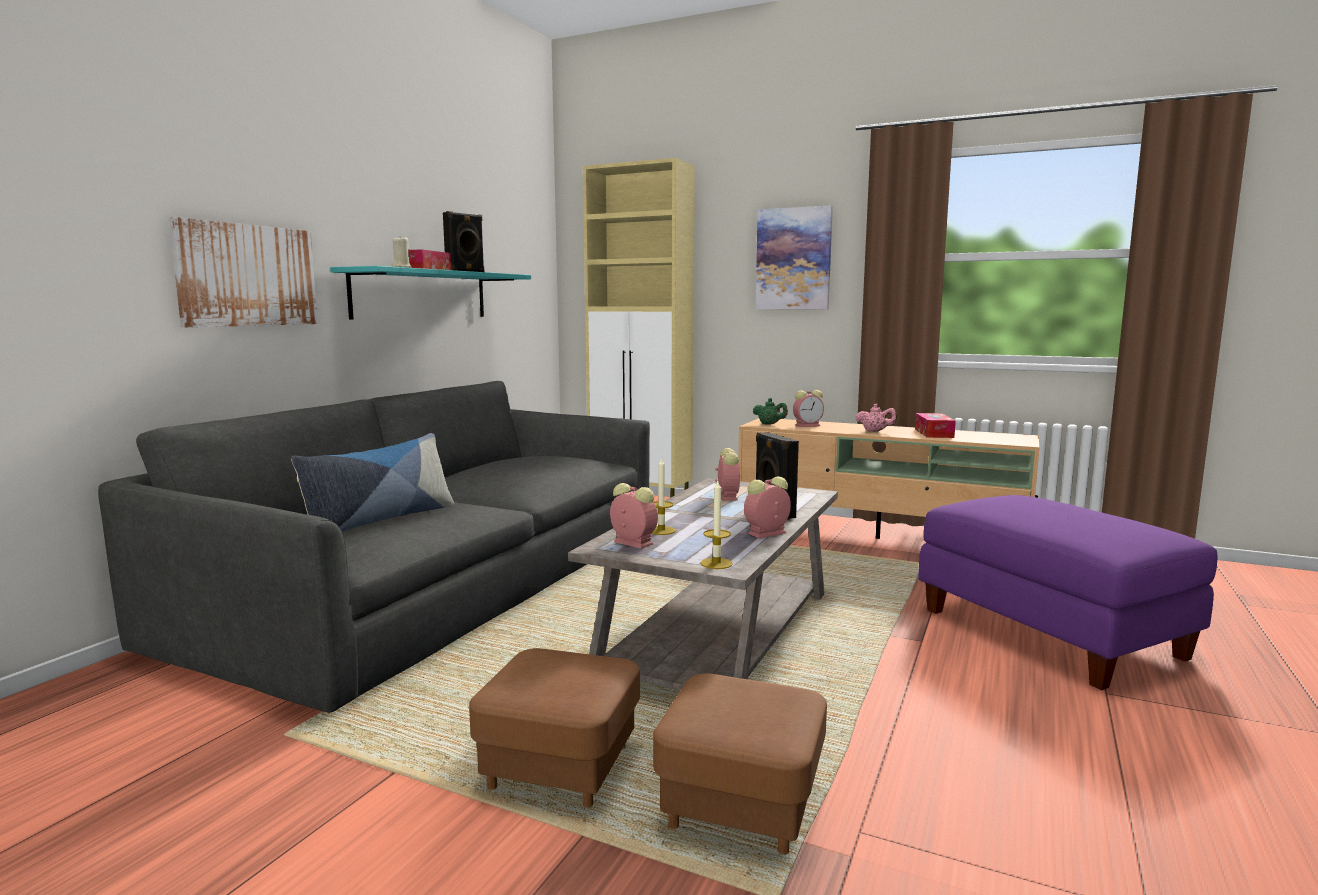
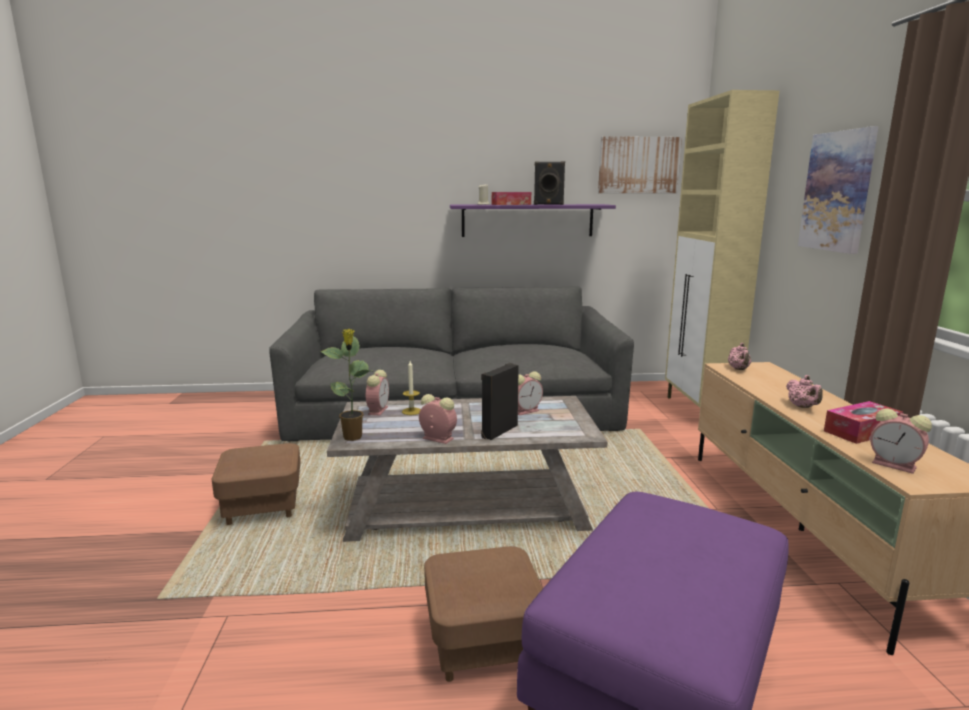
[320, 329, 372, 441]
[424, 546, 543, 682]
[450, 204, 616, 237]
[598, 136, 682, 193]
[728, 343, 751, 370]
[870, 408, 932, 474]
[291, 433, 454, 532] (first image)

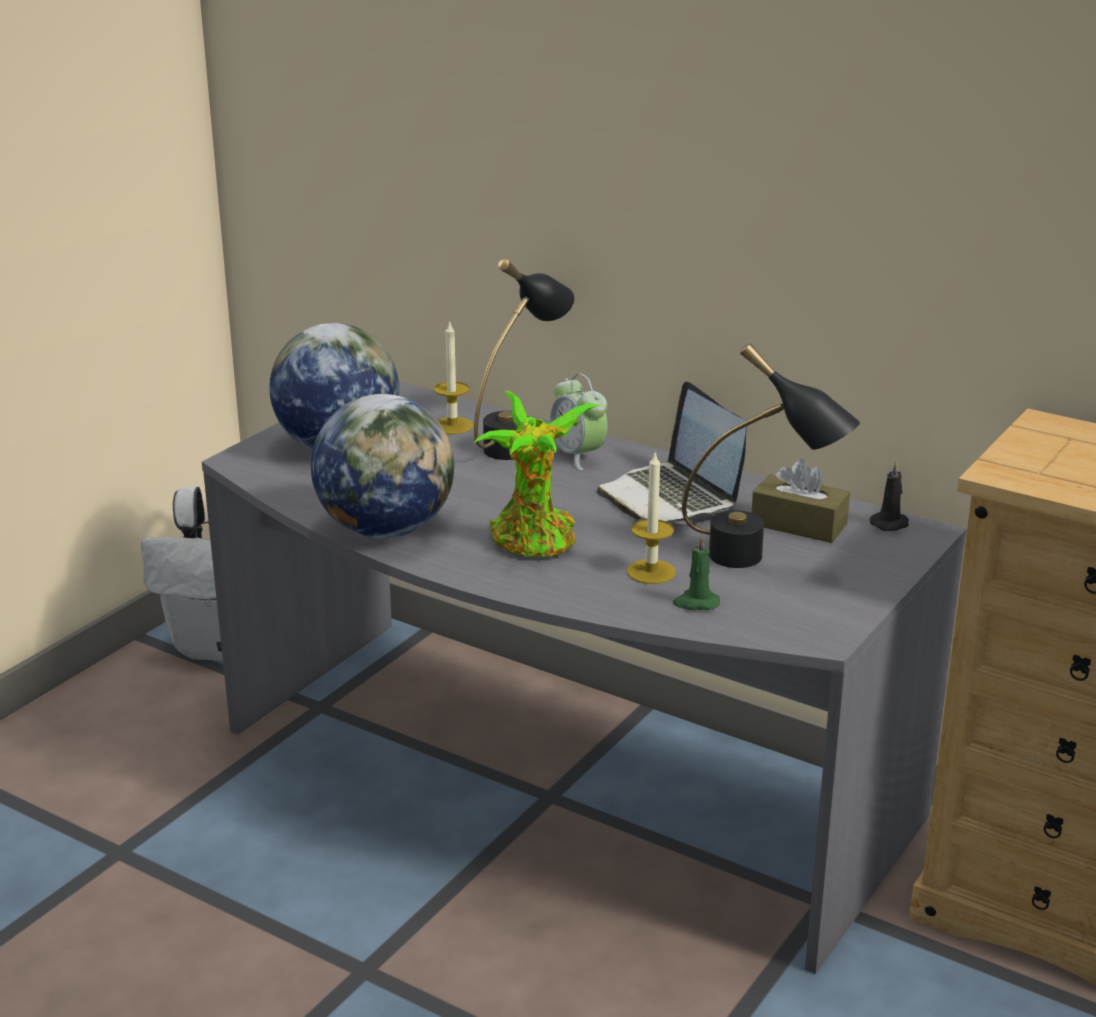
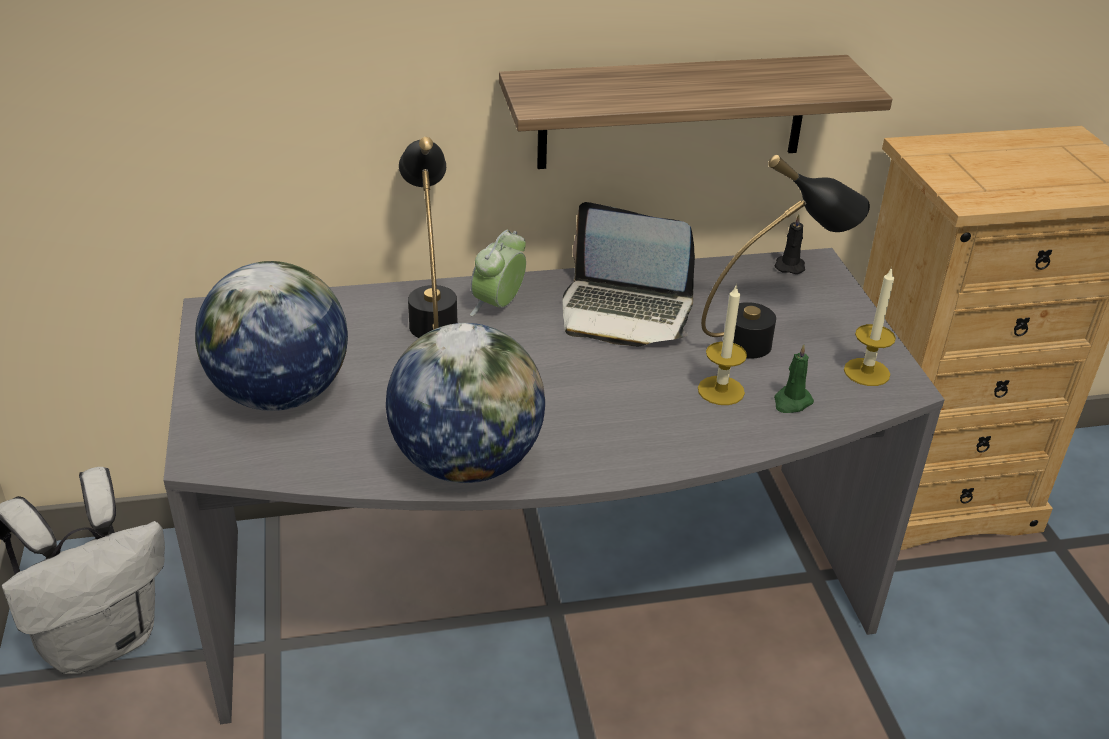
[470, 229, 526, 316]
[499, 55, 892, 169]
[844, 267, 896, 386]
[474, 391, 601, 557] (first image)
[752, 459, 850, 543] (first image)

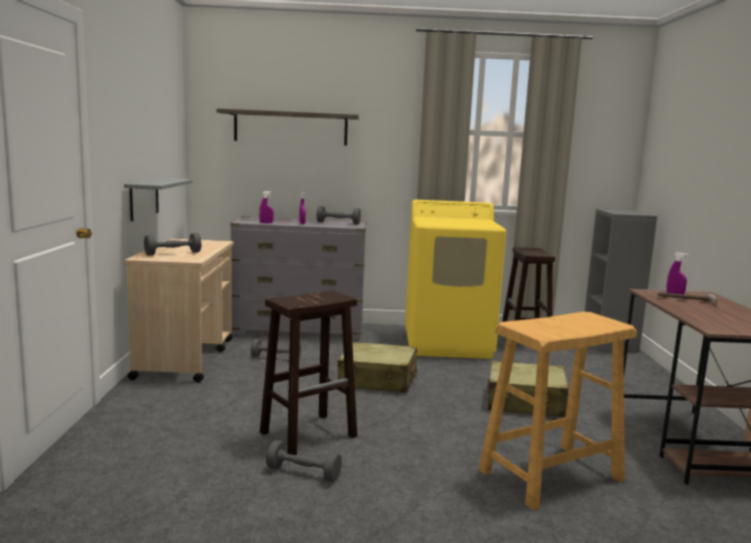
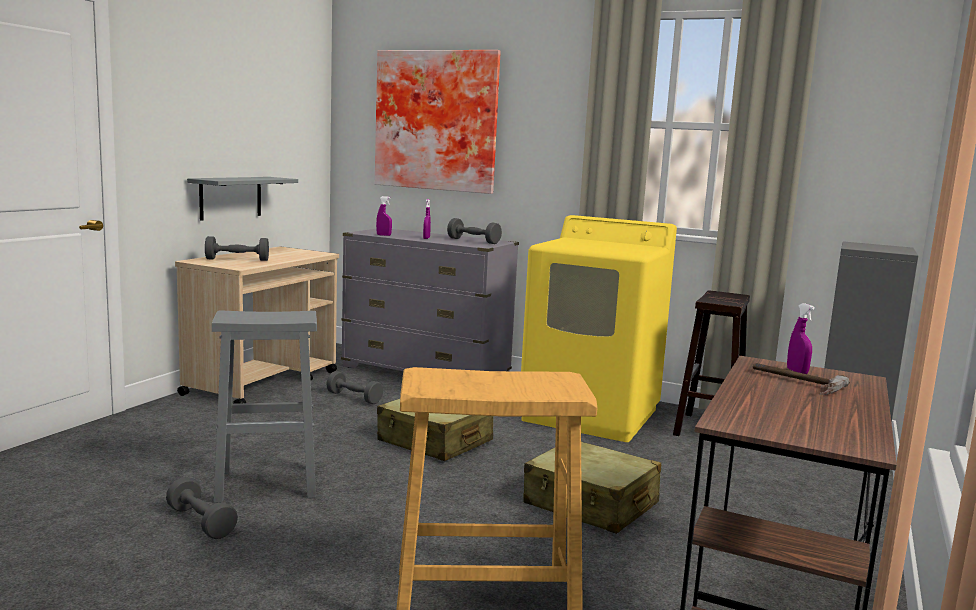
[212, 311, 317, 503]
[375, 50, 501, 194]

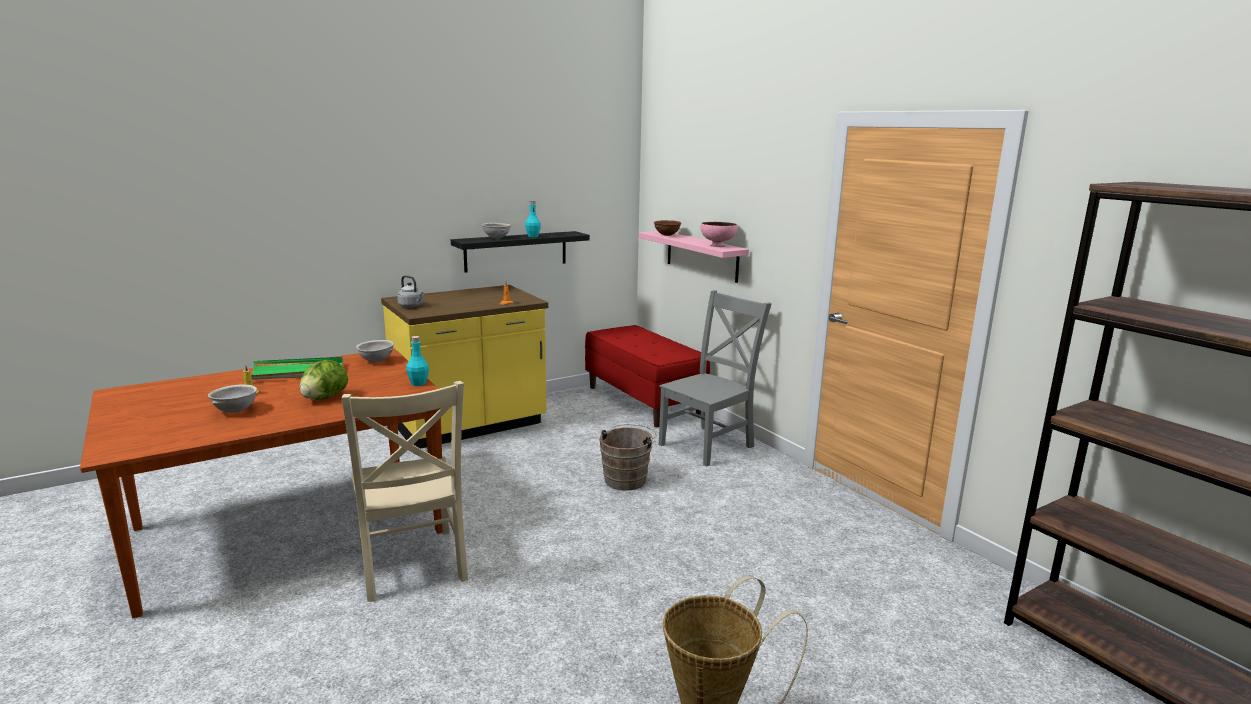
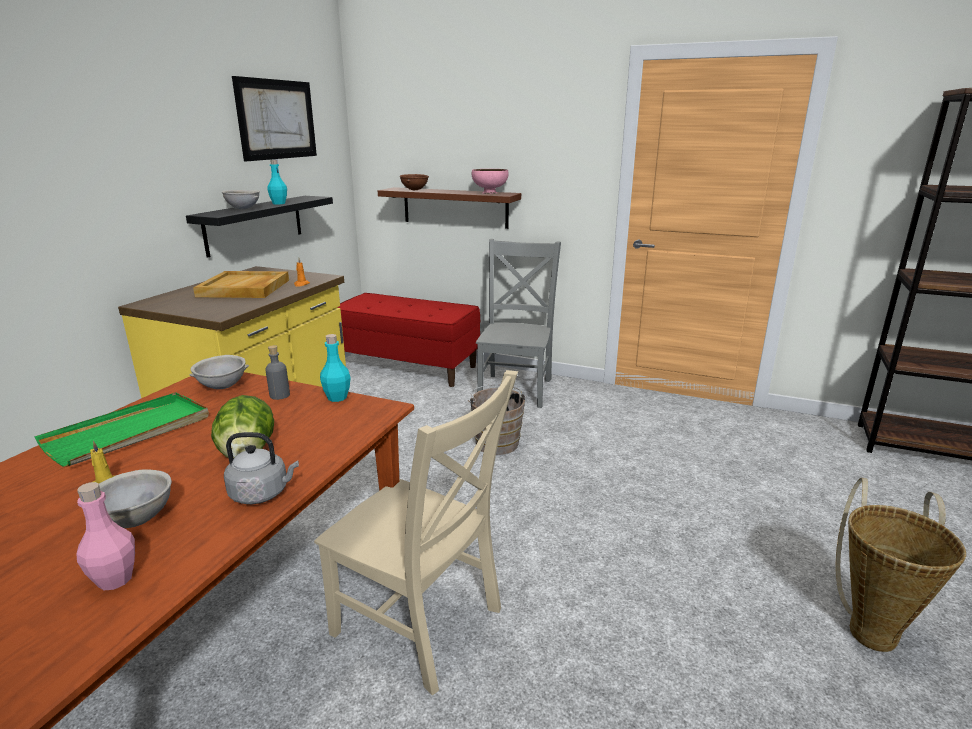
[76, 482, 135, 590]
[193, 271, 289, 298]
[224, 432, 299, 504]
[232, 76, 317, 162]
[265, 345, 290, 400]
[378, 187, 521, 229]

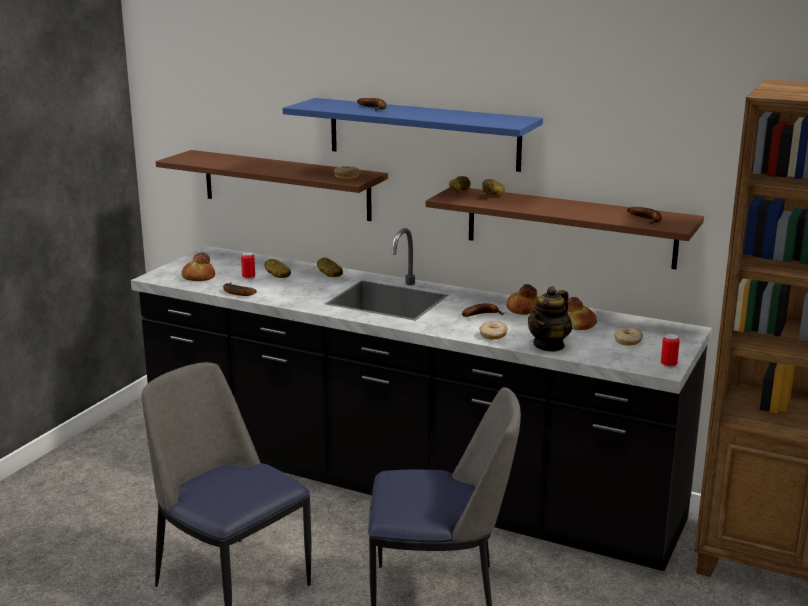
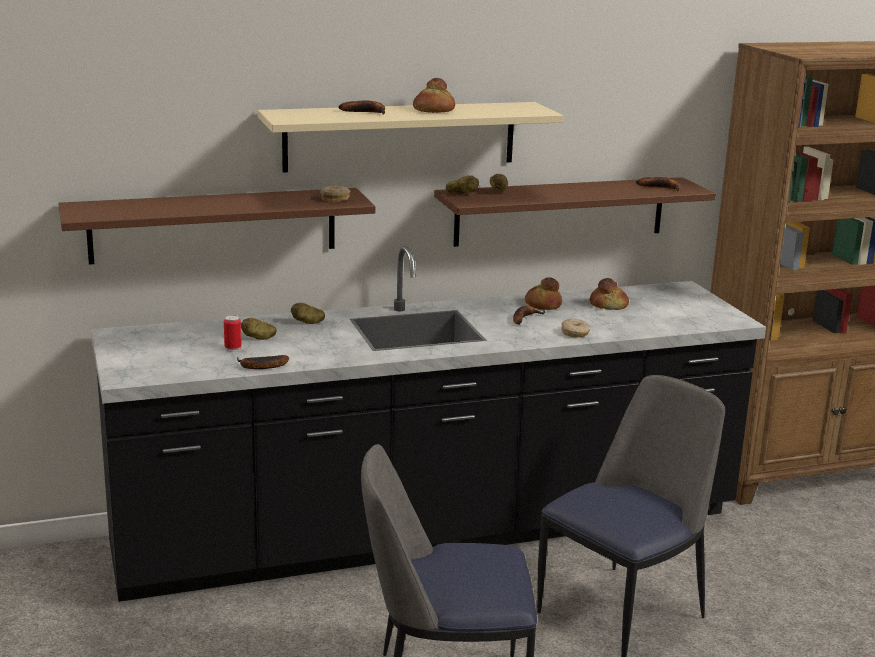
[258, 102, 563, 173]
[413, 78, 455, 113]
[528, 286, 572, 352] (first image)
[614, 327, 643, 346] (first image)
[661, 334, 680, 369] (first image)

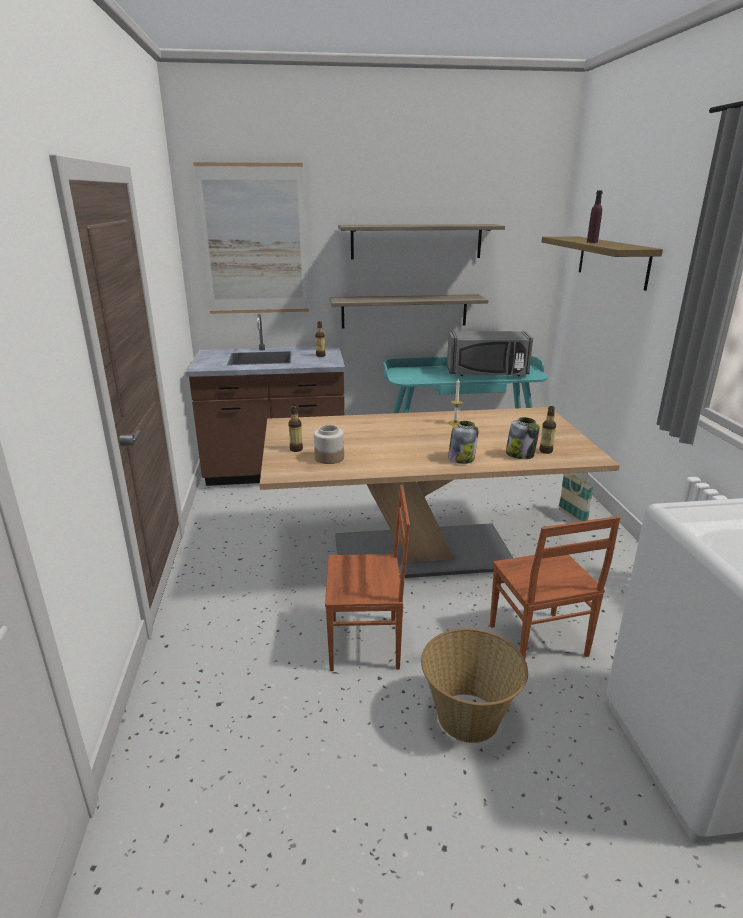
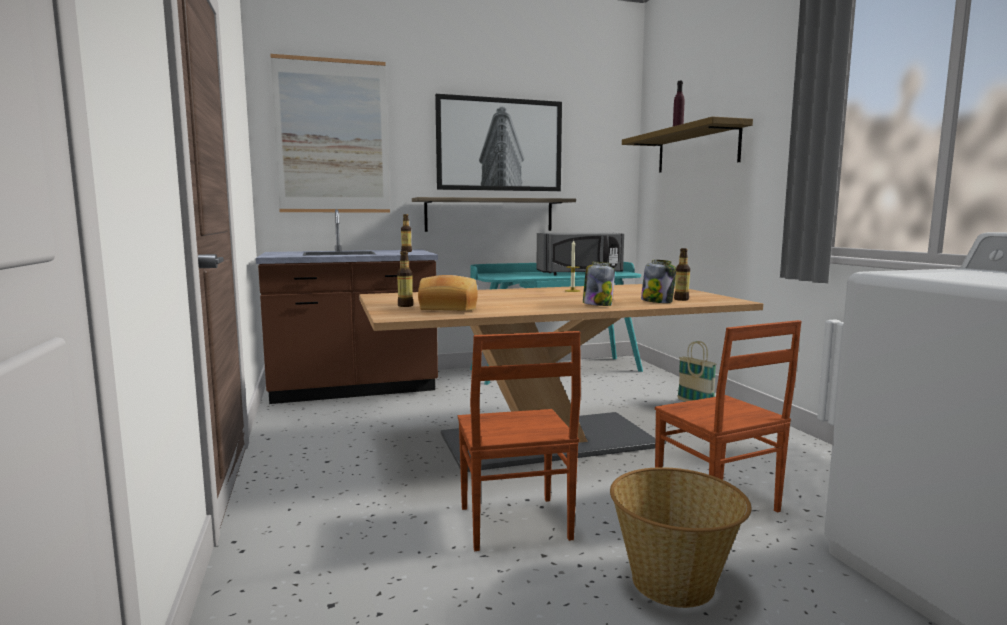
[418, 275, 478, 311]
[435, 94, 562, 191]
[458, 331, 581, 551]

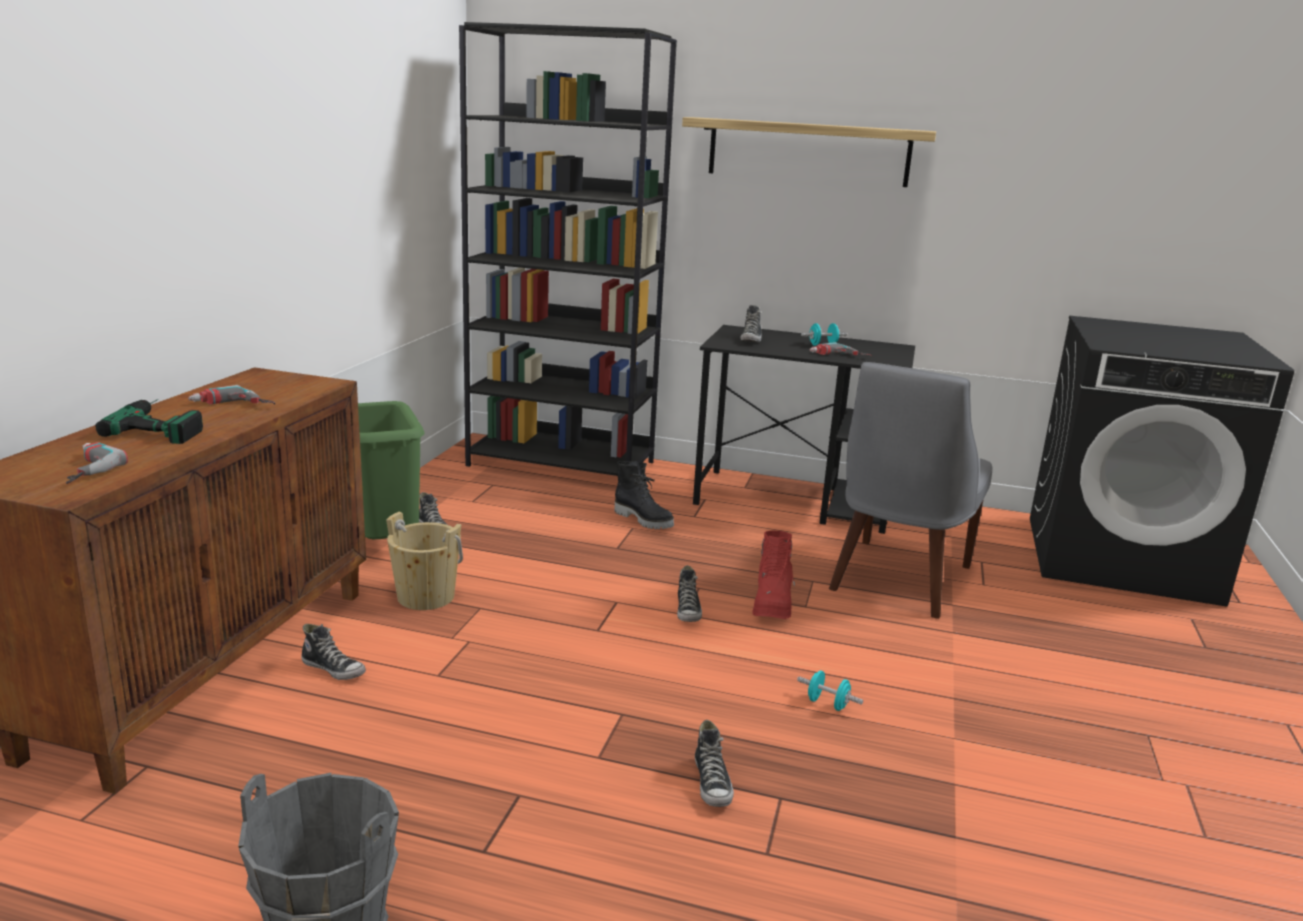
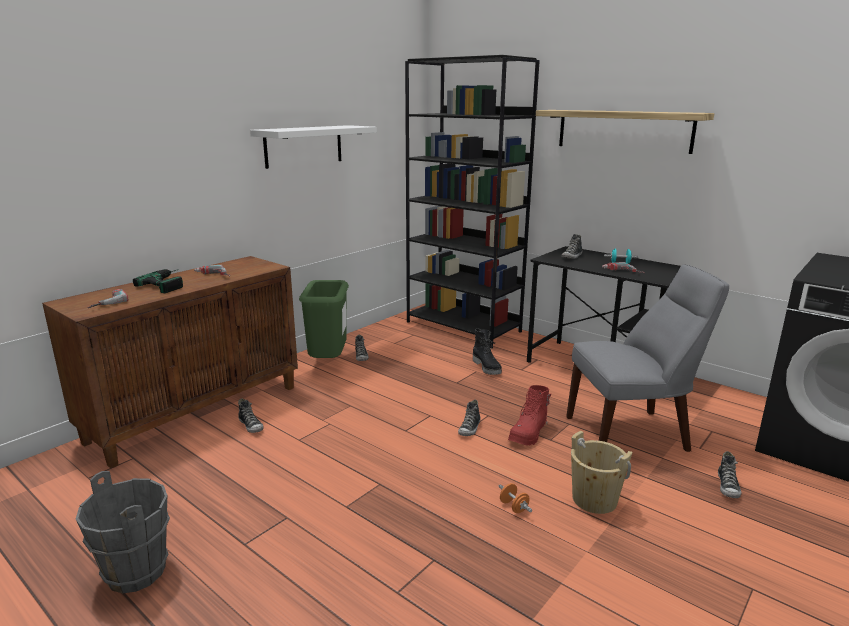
[250, 125, 377, 169]
[498, 483, 532, 513]
[566, 264, 729, 452]
[571, 431, 632, 514]
[718, 451, 741, 498]

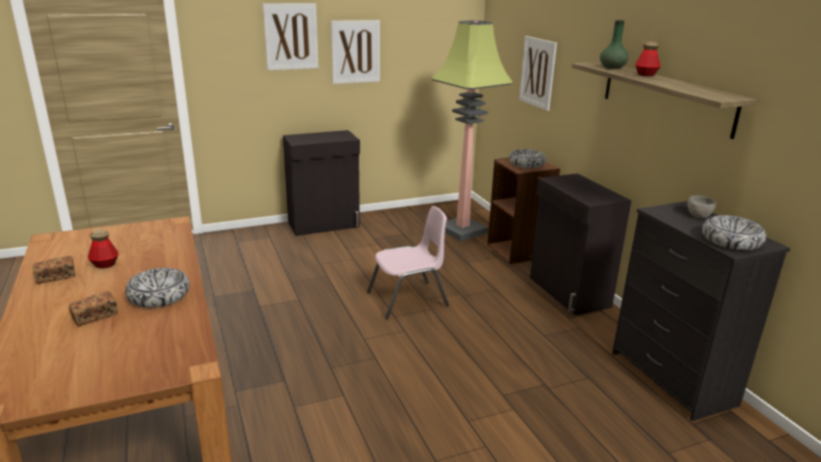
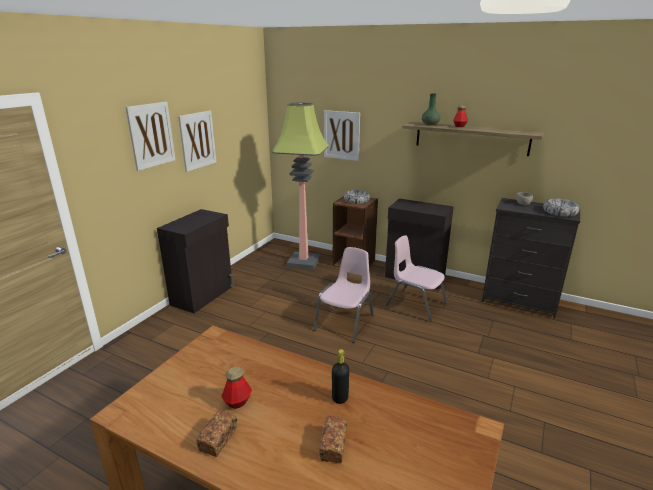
[332, 349, 350, 404]
[386, 235, 448, 322]

